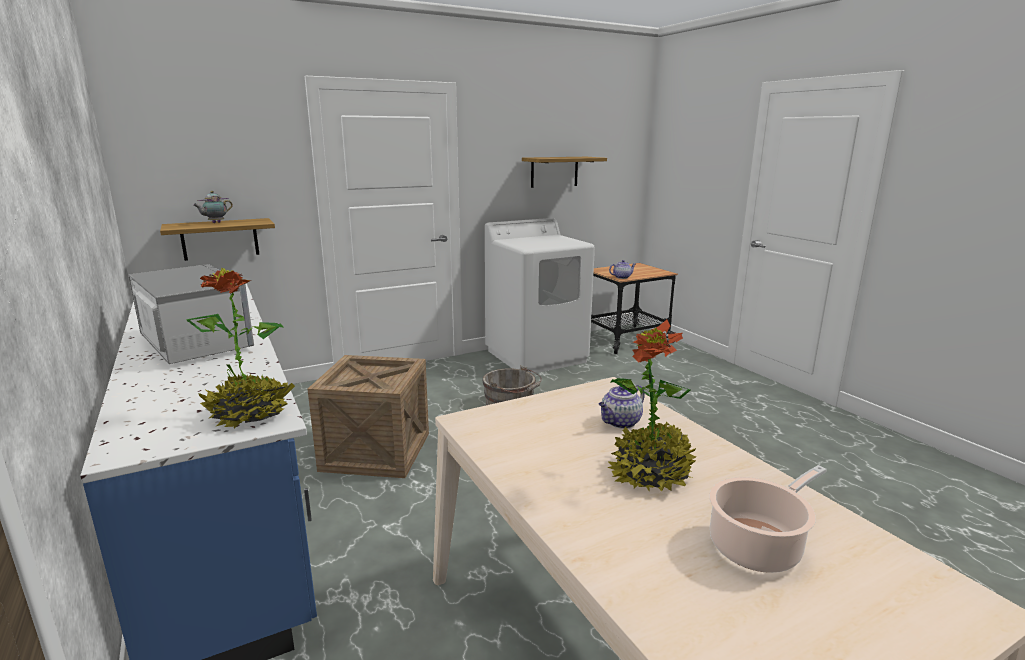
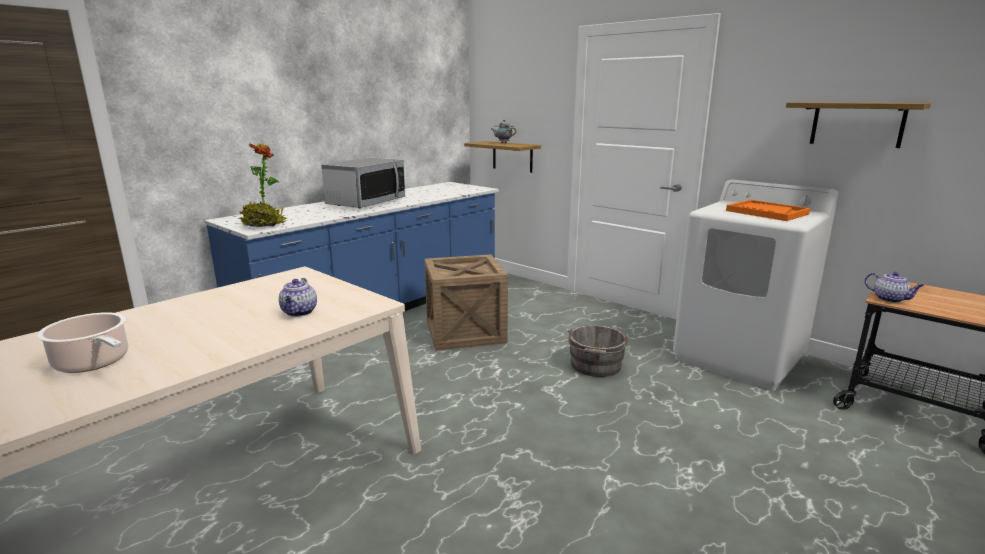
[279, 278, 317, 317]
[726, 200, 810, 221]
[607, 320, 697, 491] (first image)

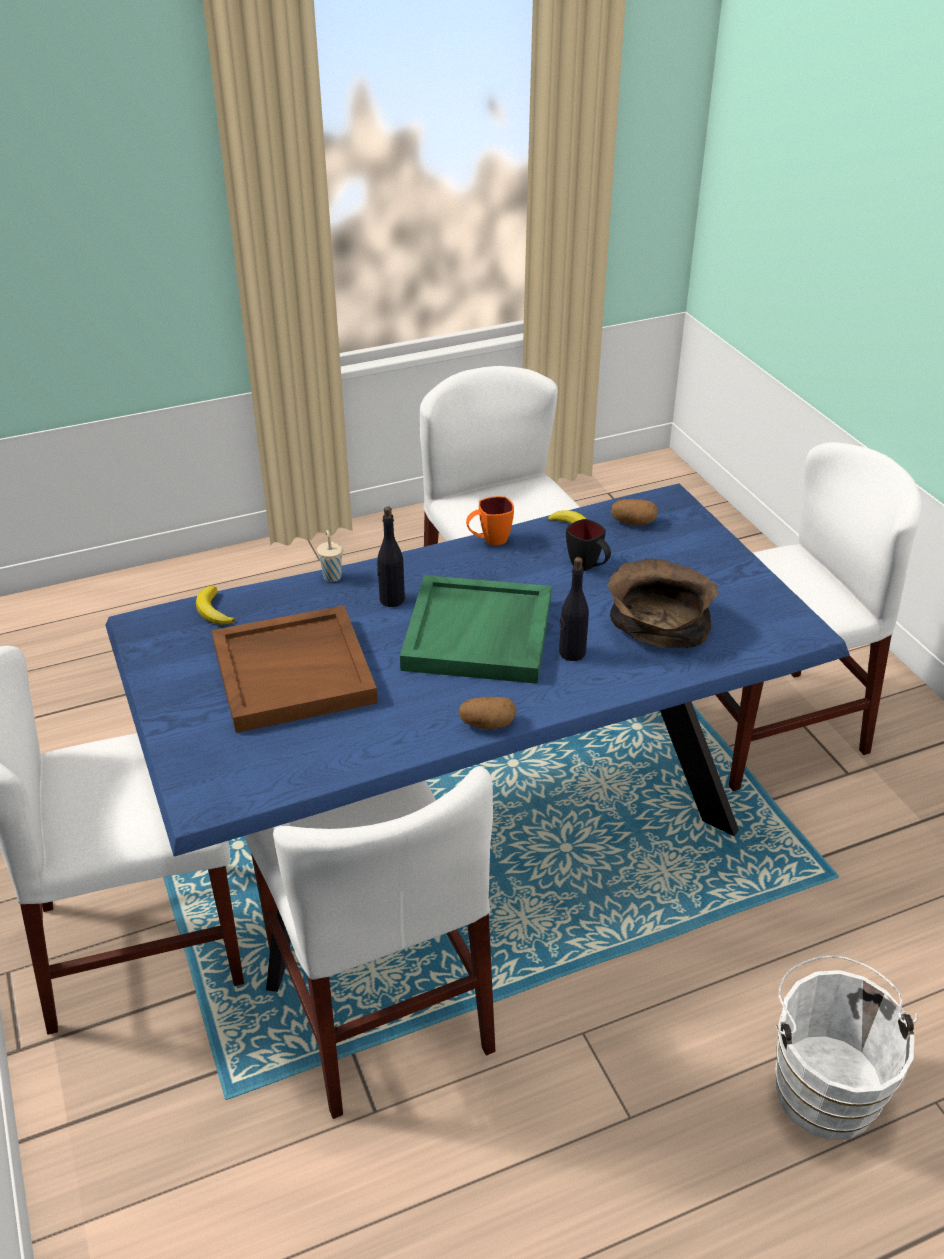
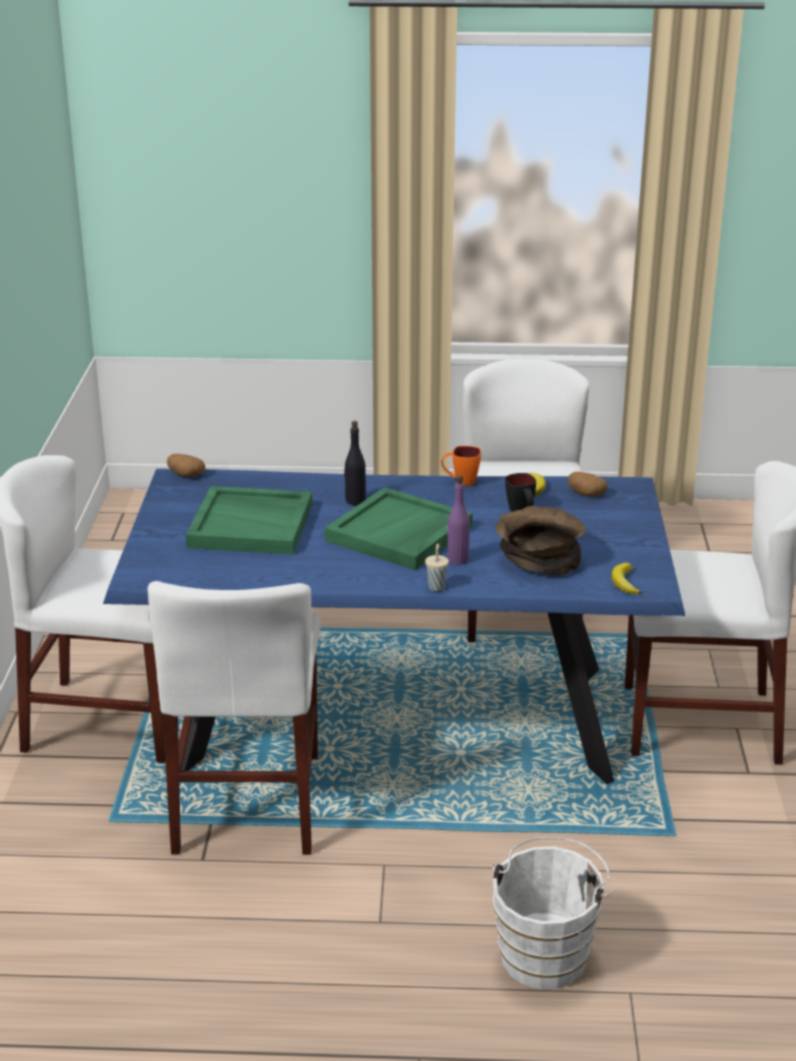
[167, 454, 205, 477]
[186, 486, 312, 555]
[425, 544, 449, 591]
[447, 475, 470, 565]
[611, 563, 641, 594]

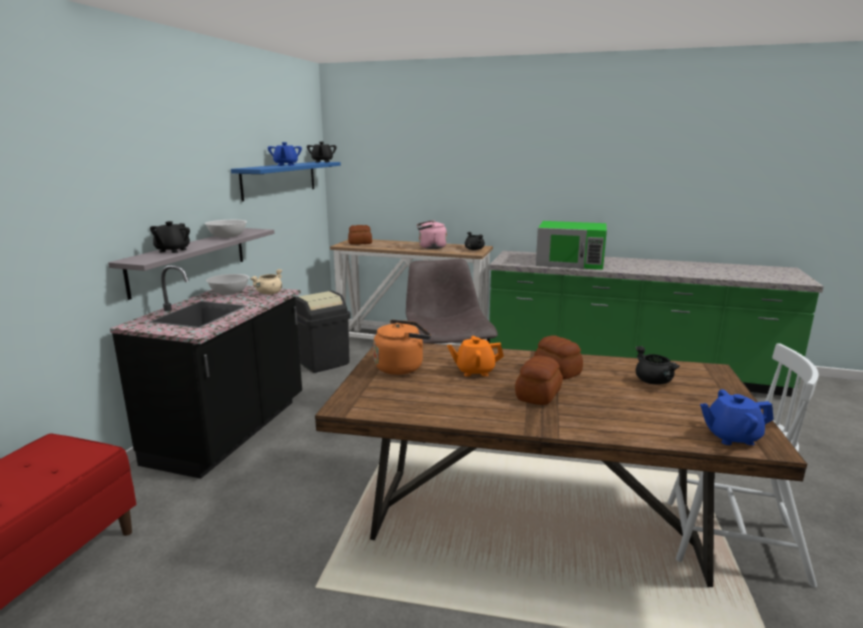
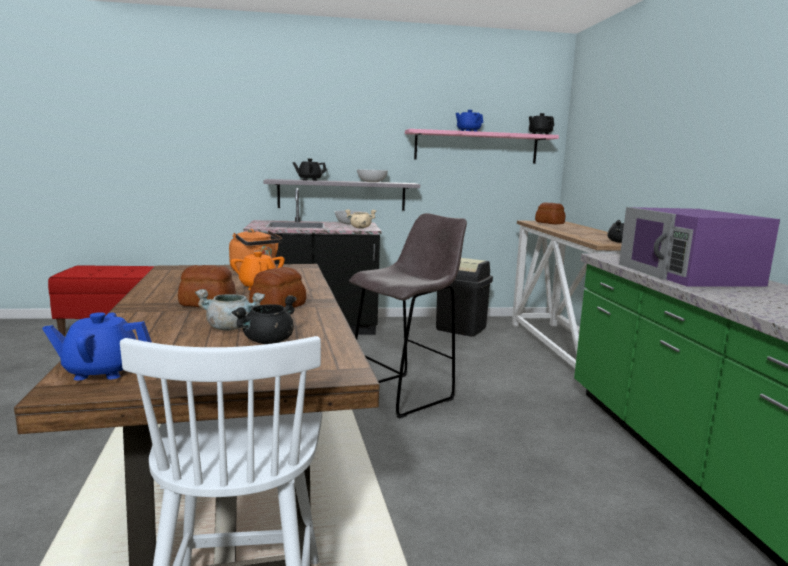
[42, 312, 152, 380]
[195, 289, 265, 331]
[405, 129, 559, 164]
[619, 207, 780, 287]
[417, 220, 447, 249] (first image)

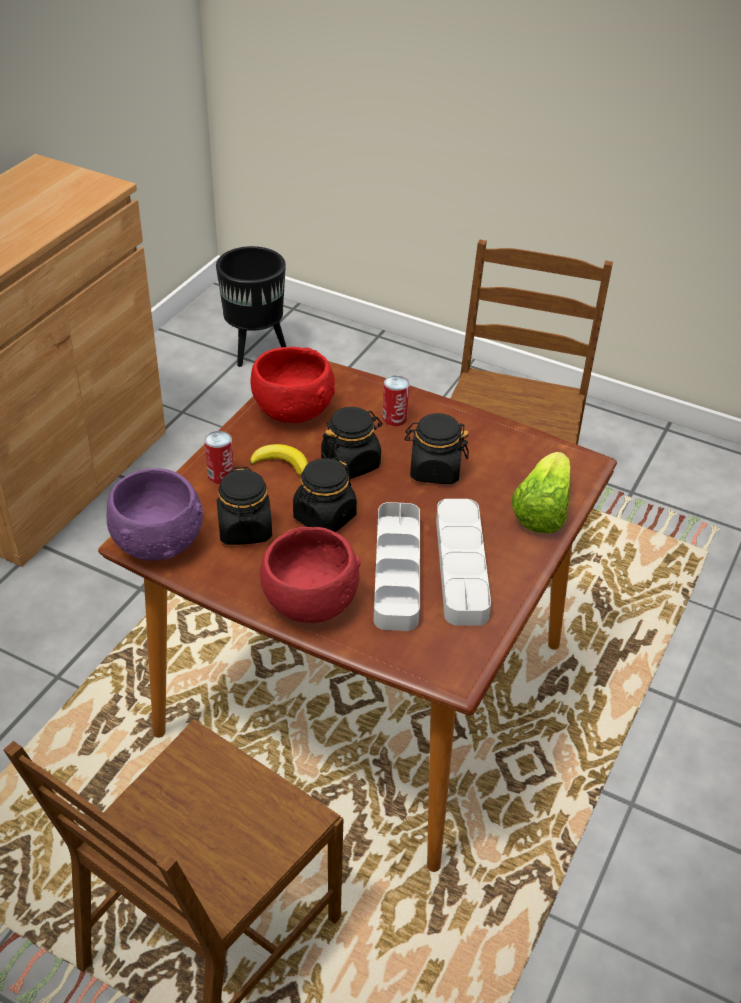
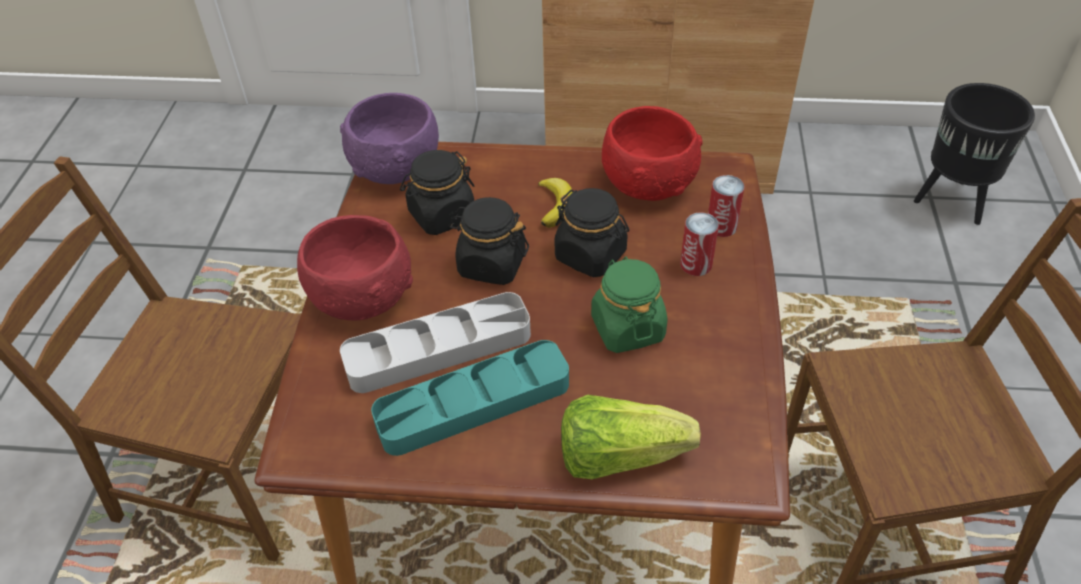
[371, 340, 569, 456]
[591, 256, 667, 353]
[708, 175, 745, 237]

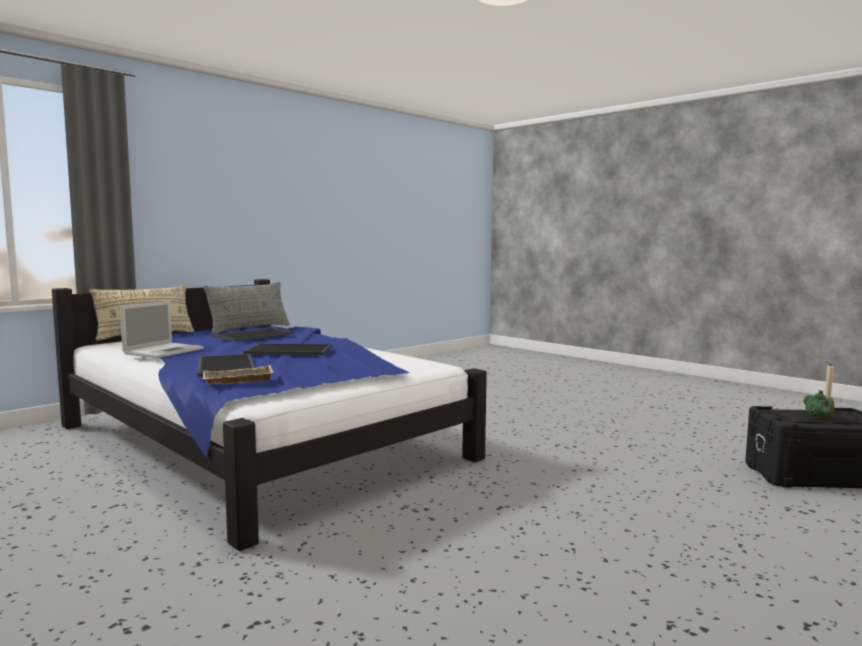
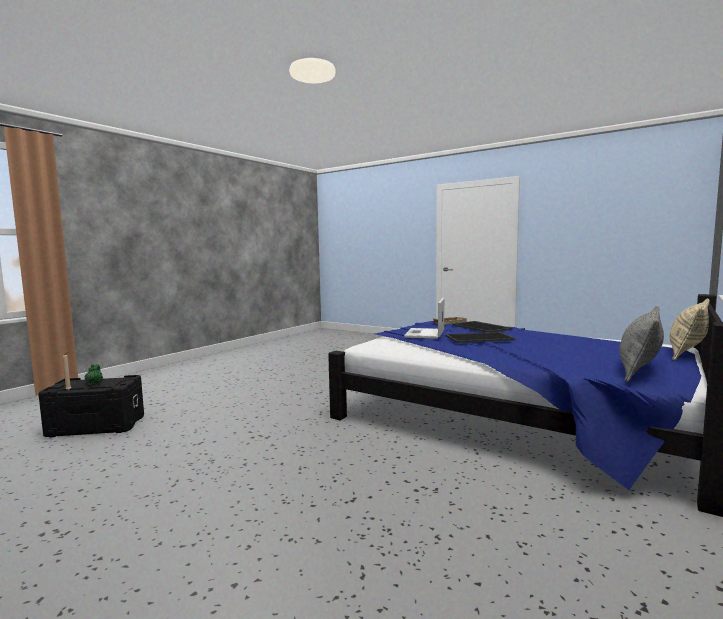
[404, 298, 444, 339]
[213, 328, 294, 341] (first image)

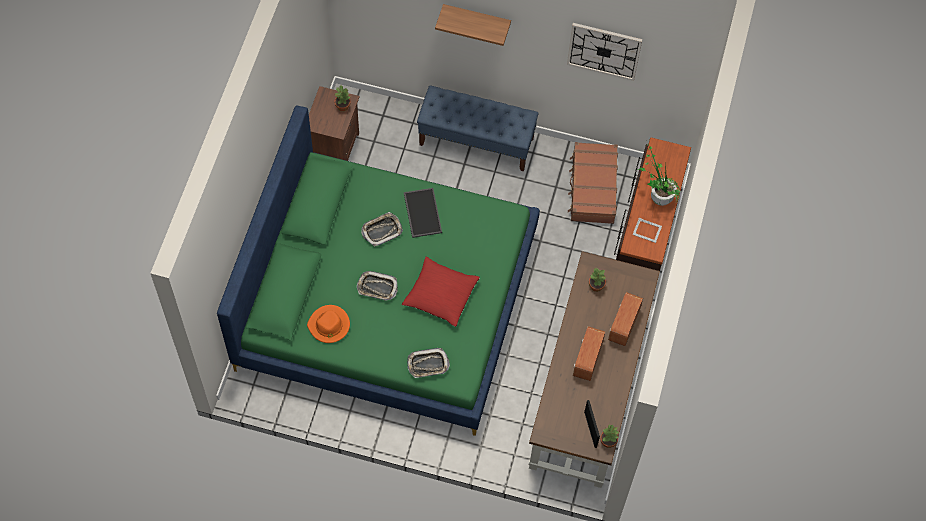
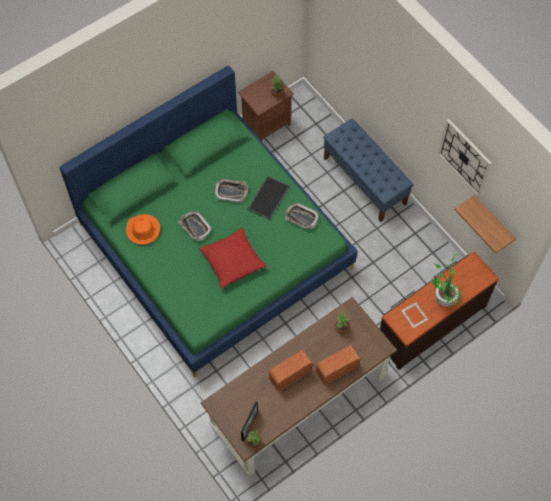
[285, 203, 319, 229]
[454, 195, 516, 254]
[568, 142, 618, 224] (first image)

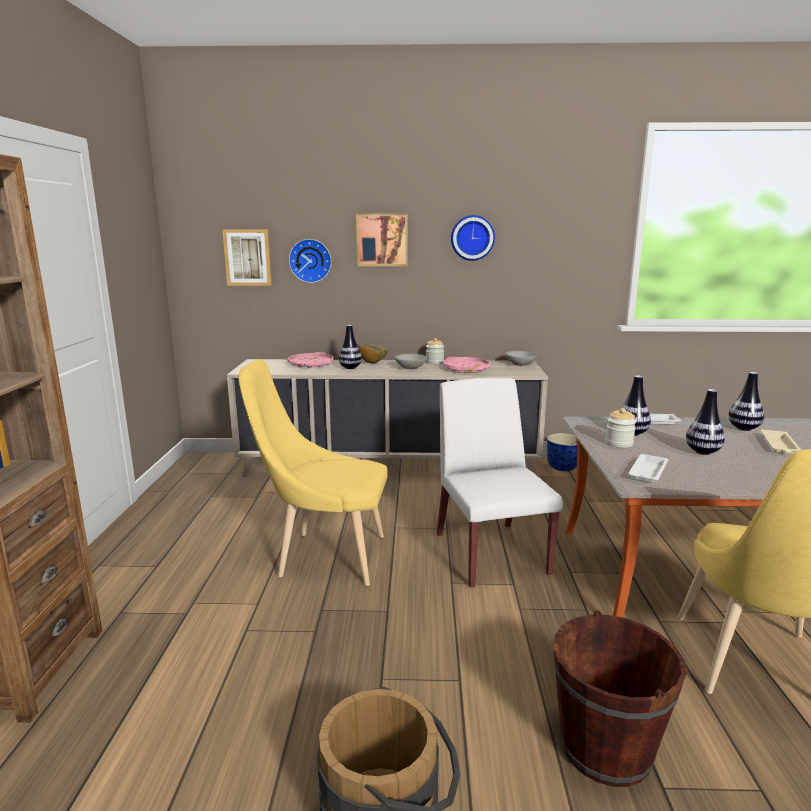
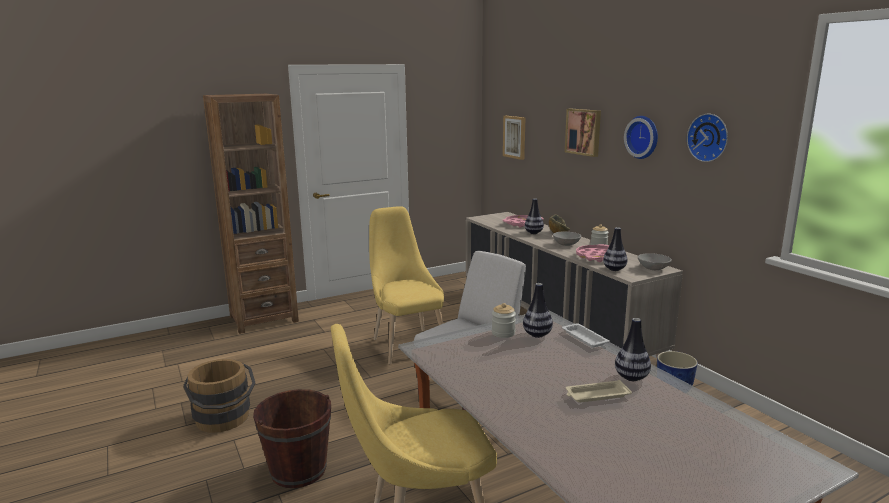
[603, 227, 627, 271]
[687, 114, 728, 162]
[628, 454, 668, 482] (first image)

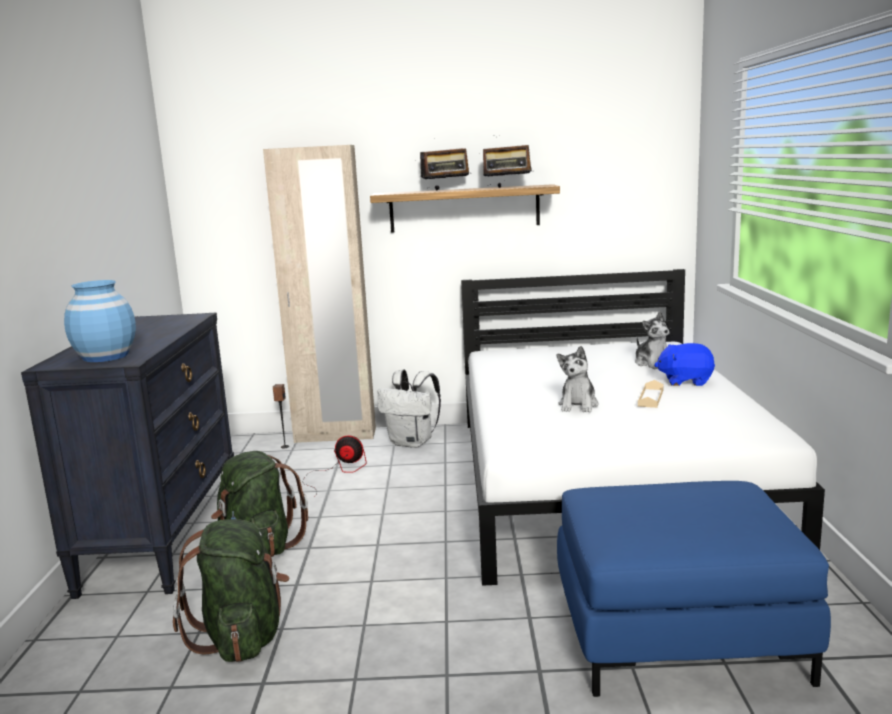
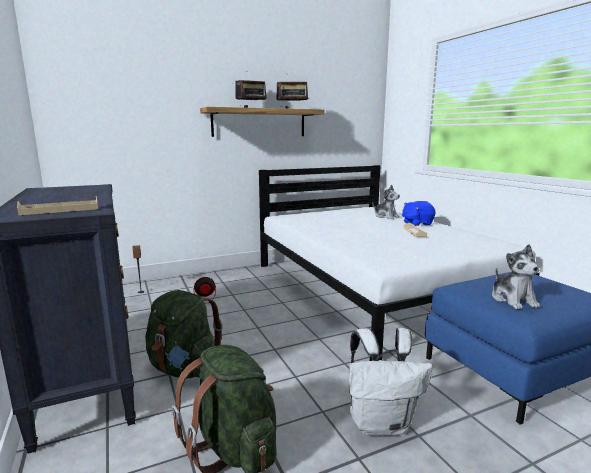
[17, 196, 98, 215]
[349, 328, 432, 436]
[492, 244, 540, 309]
[263, 145, 376, 443] (first image)

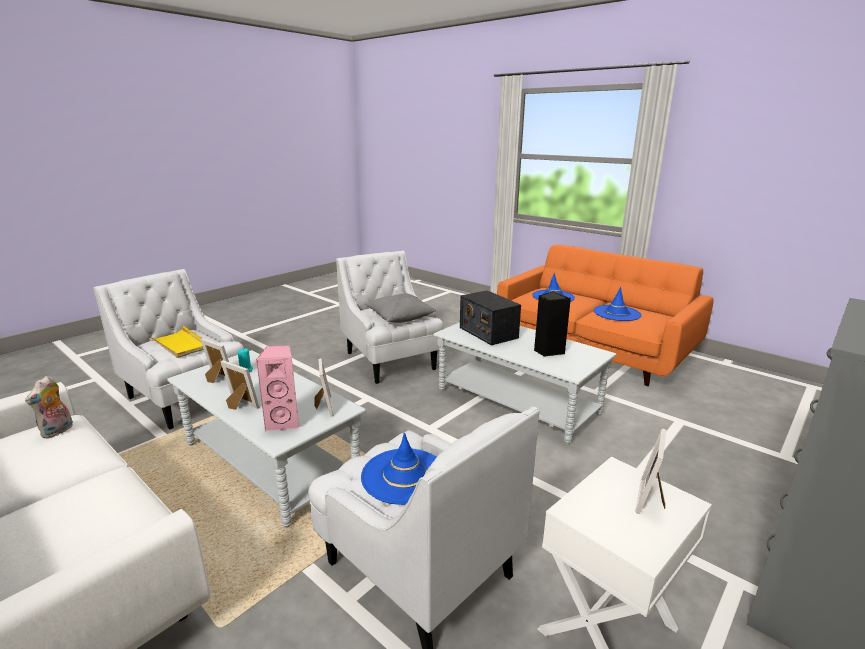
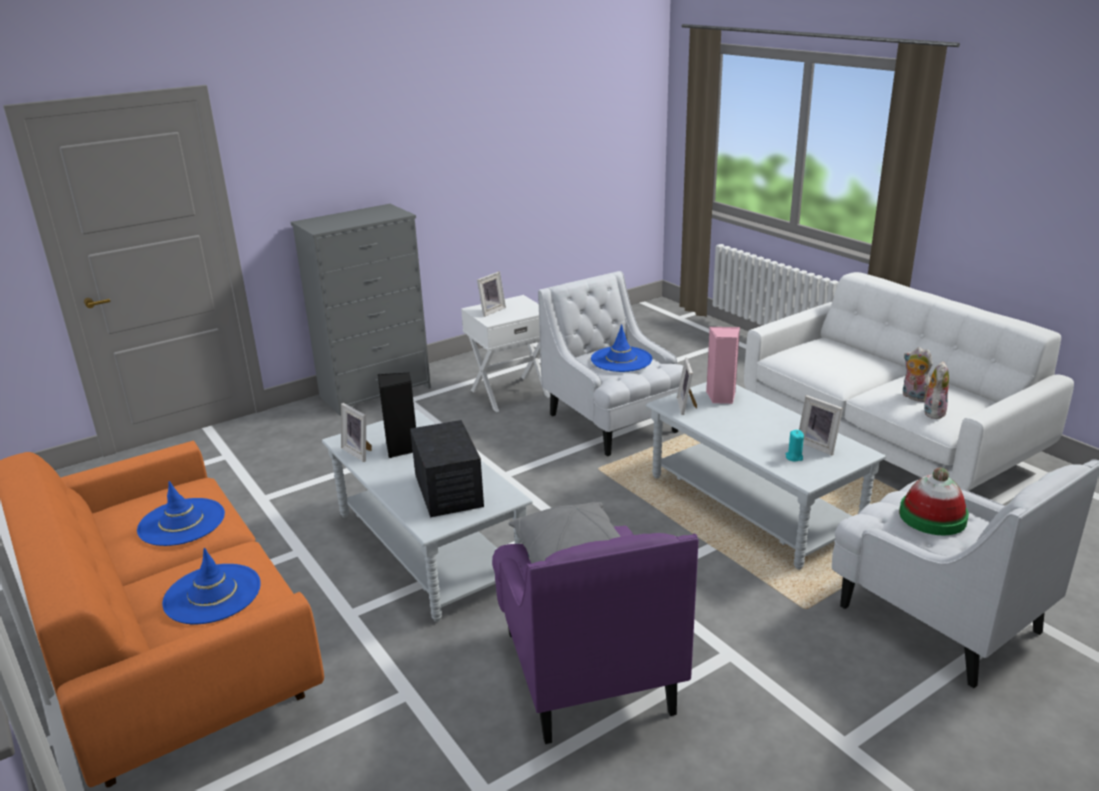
[341, 403, 372, 462]
[492, 525, 699, 744]
[899, 467, 969, 535]
[903, 347, 933, 402]

